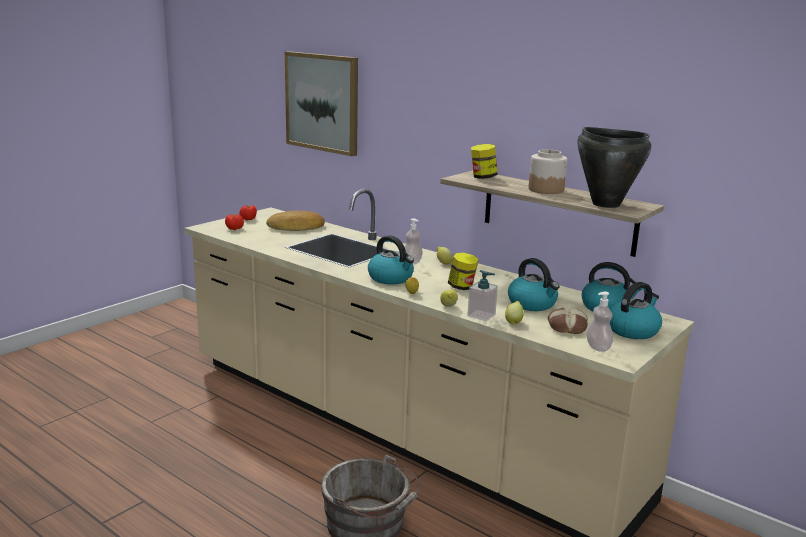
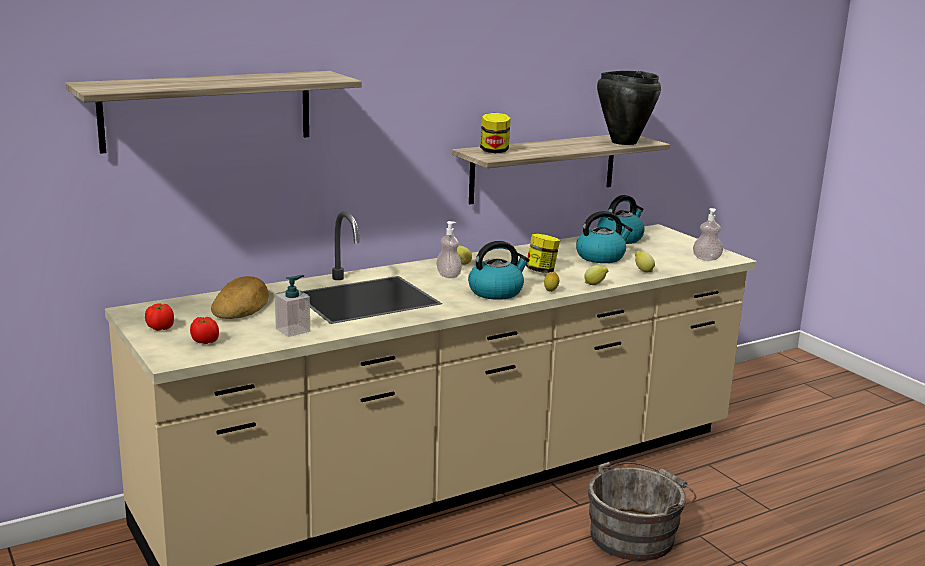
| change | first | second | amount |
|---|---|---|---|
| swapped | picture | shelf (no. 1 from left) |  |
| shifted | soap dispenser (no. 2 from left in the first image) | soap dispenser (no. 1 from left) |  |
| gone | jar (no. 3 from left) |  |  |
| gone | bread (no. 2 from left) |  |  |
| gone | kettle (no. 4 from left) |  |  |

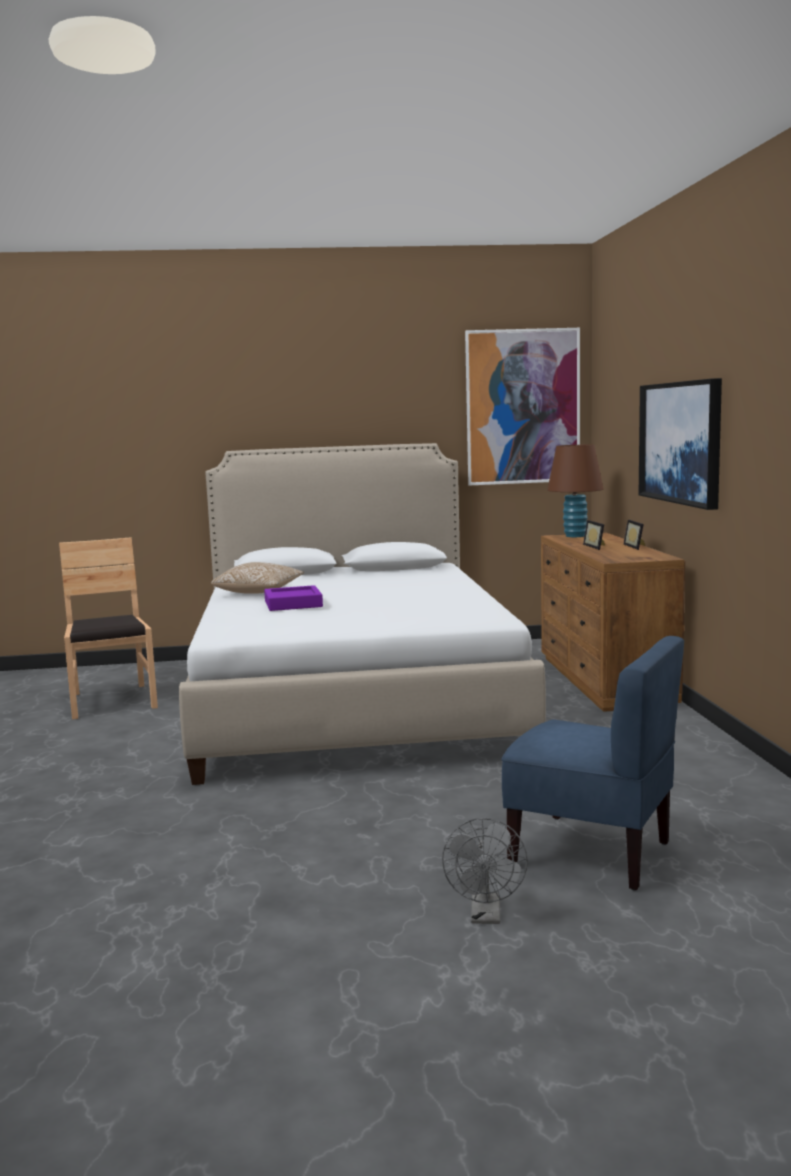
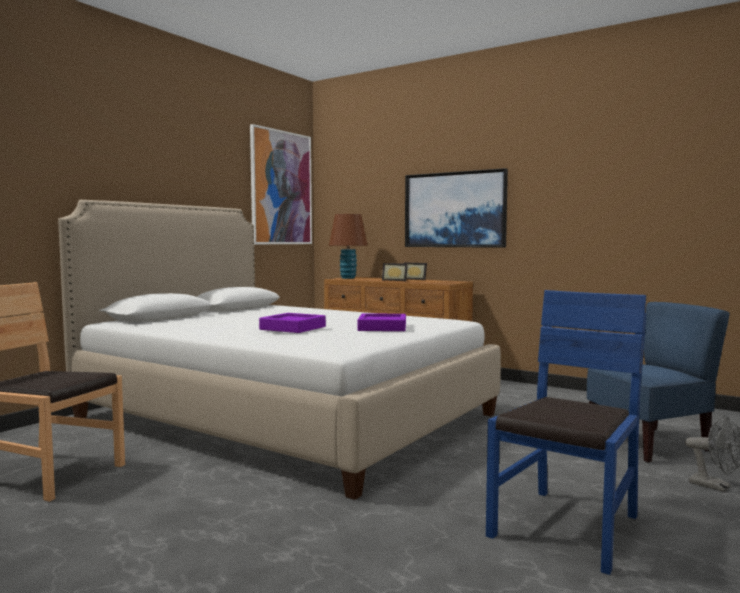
| change | first | second | amount |
|---|---|---|---|
| new |  | purple tray (no. 2 from left) |  |
| new |  | blue chair (no. 1 from left) |  |
| gone | pillow |  |  |

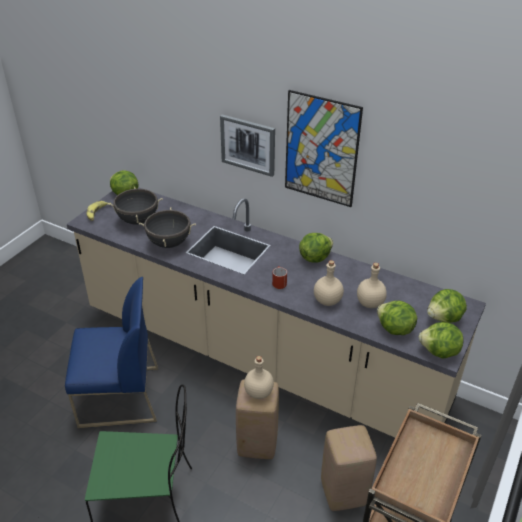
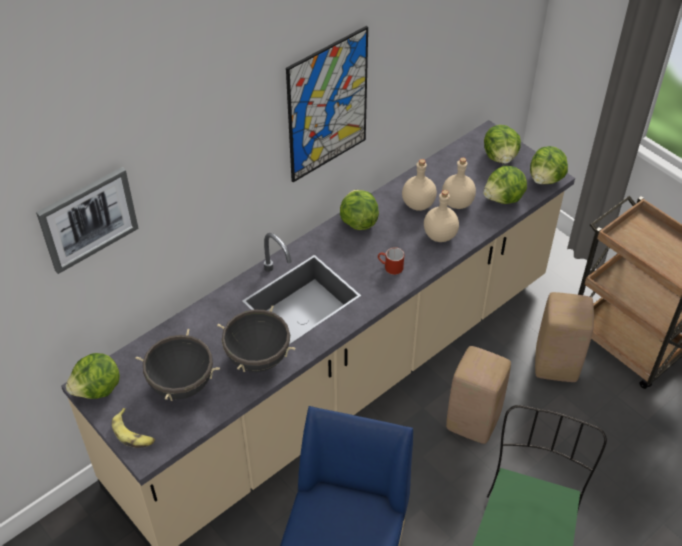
| change | first | second | amount |
|---|---|---|---|
| shifted | picture (no. 1 from left) |  |  |
| shifted | beige bottle (no. 1 from left) |  |  |

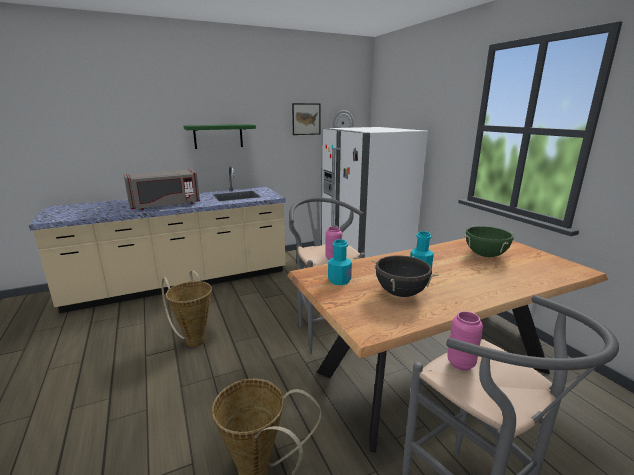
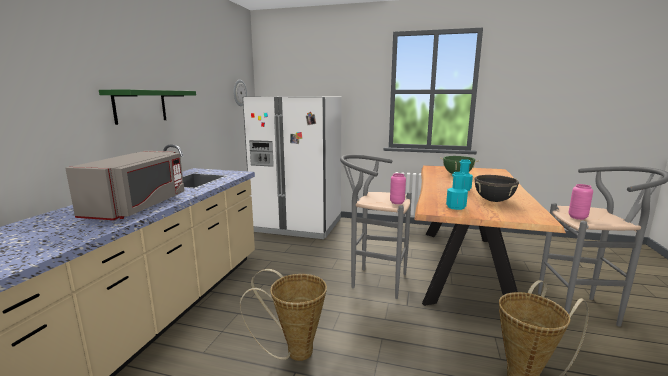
| change | first | second | amount |
|---|---|---|---|
| gone | picture |  |  |

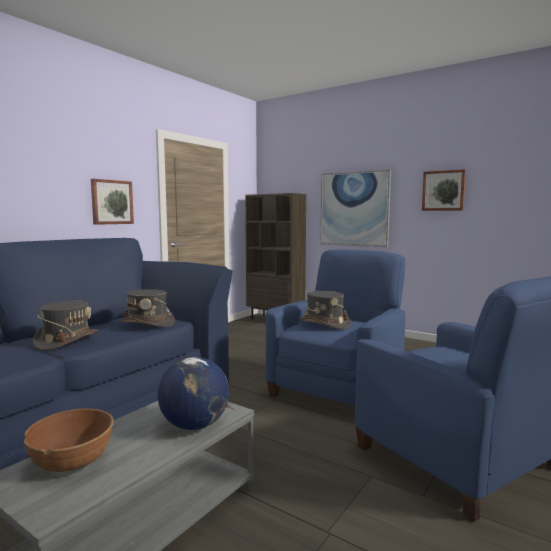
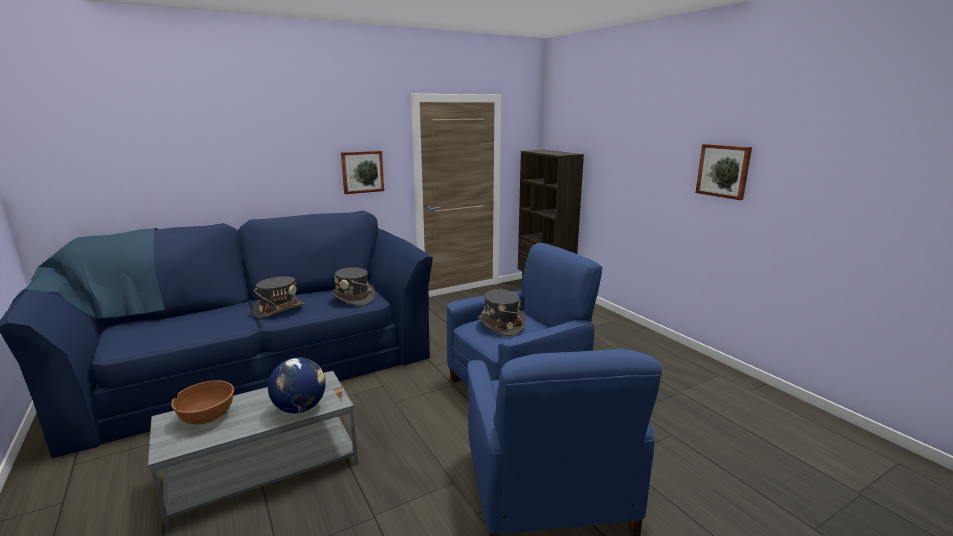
| change | first | second | amount |
|---|---|---|---|
| gone | picture (no. 2 from left) |  |  |

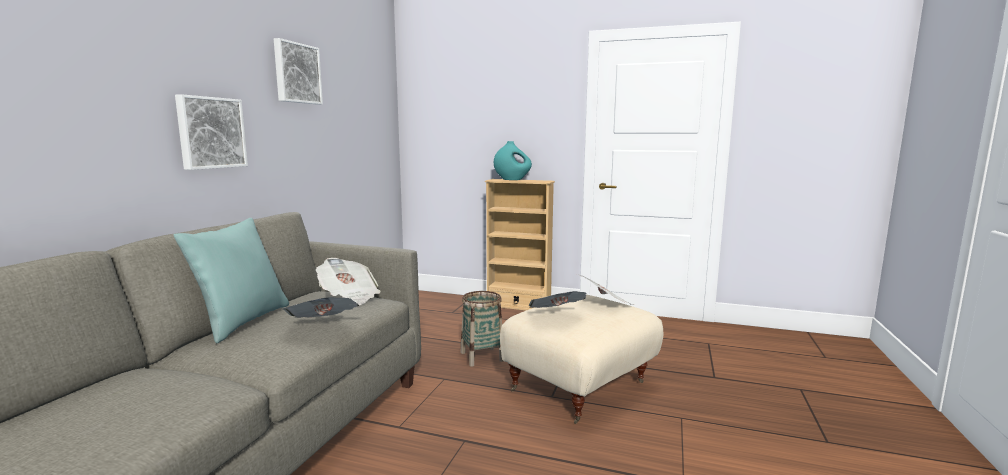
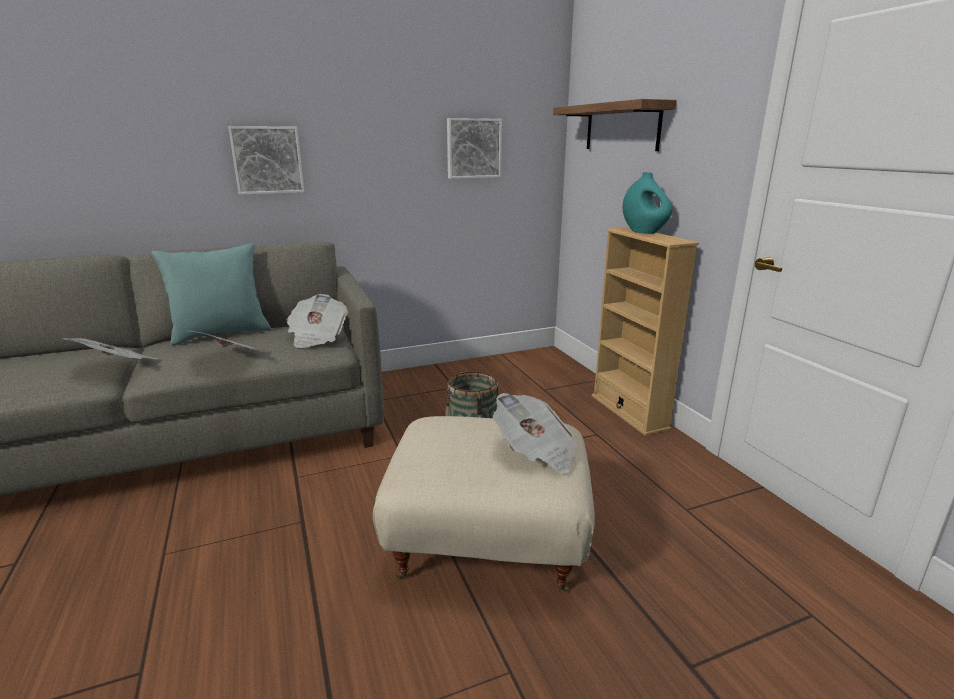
| change | first | second | amount |
|---|---|---|---|
| shifted | newspaper (no. 3 from left in the first image) | newspaper (no. 1 from left) |  |
| shifted | picture (no. 2 from left) |  |  |
| new |  | shelf |  |

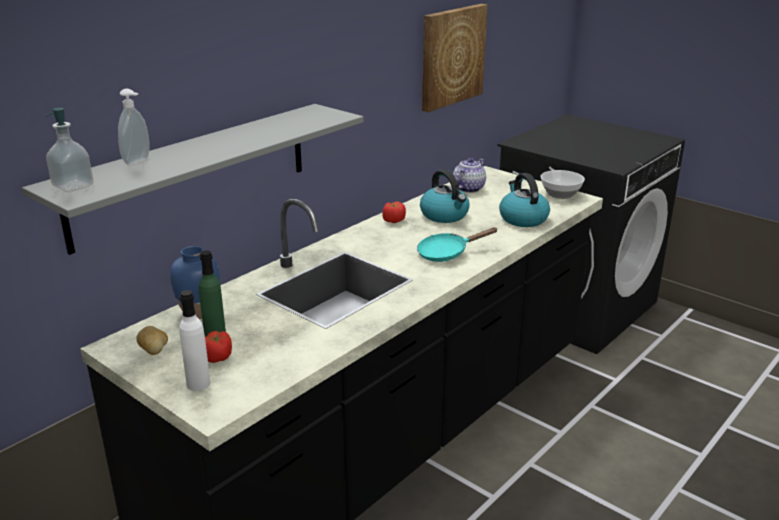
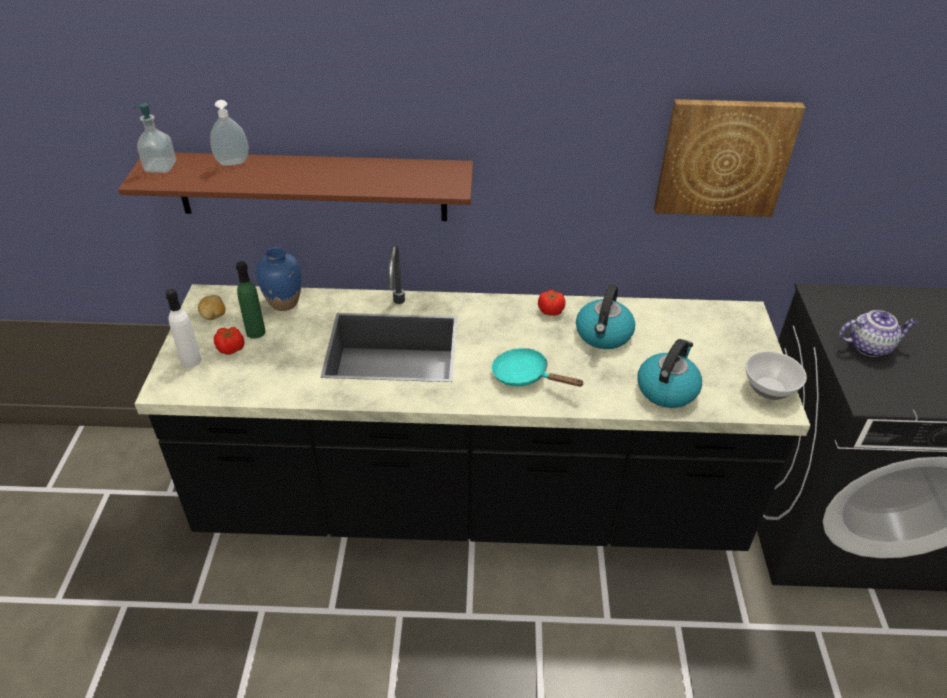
| change | first | second | amount |
|---|---|---|---|
| repainted | grey shelf | brown shelf |  |
| shifted | teapot |  |  |

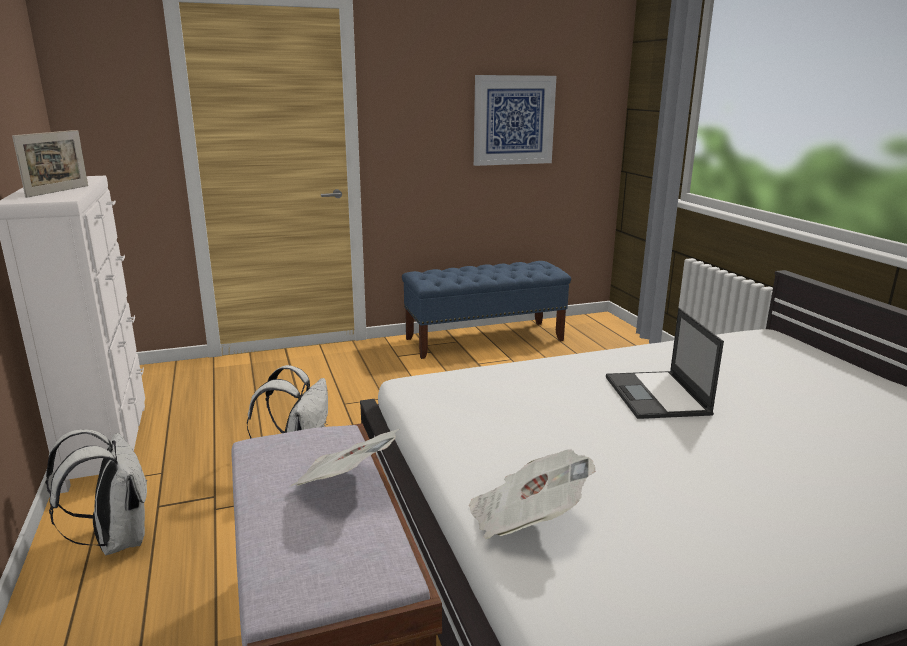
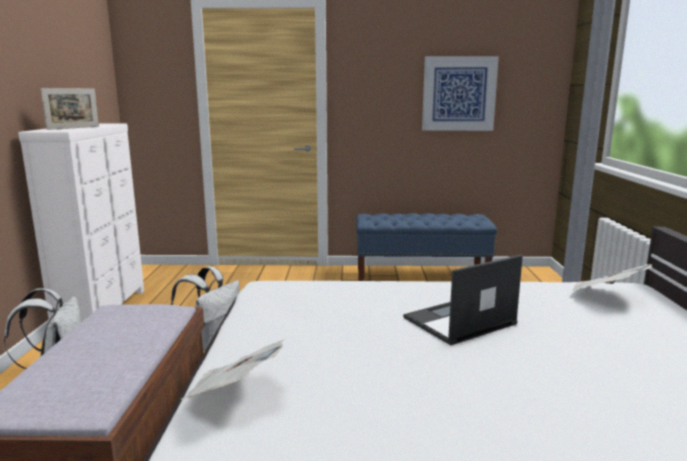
| change | first | second | amount |
|---|---|---|---|
| rotated | laptop |  | 45 degrees clockwise |
| shifted | newspaper (no. 1 from left in the first image) | newspaper (no. 2 from left) |  |

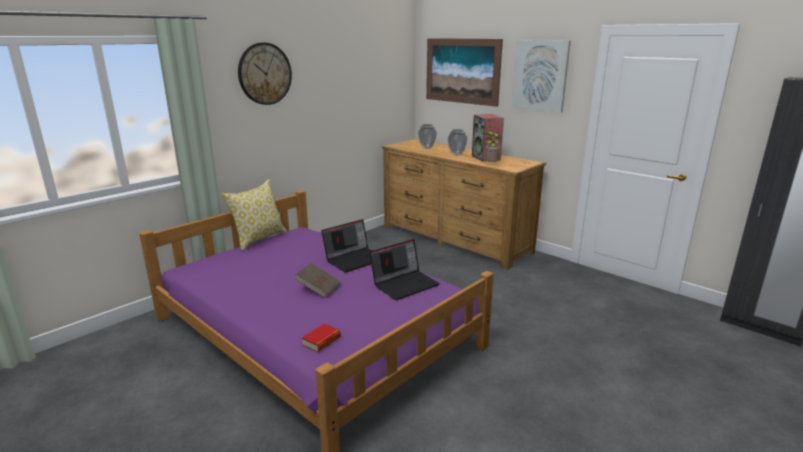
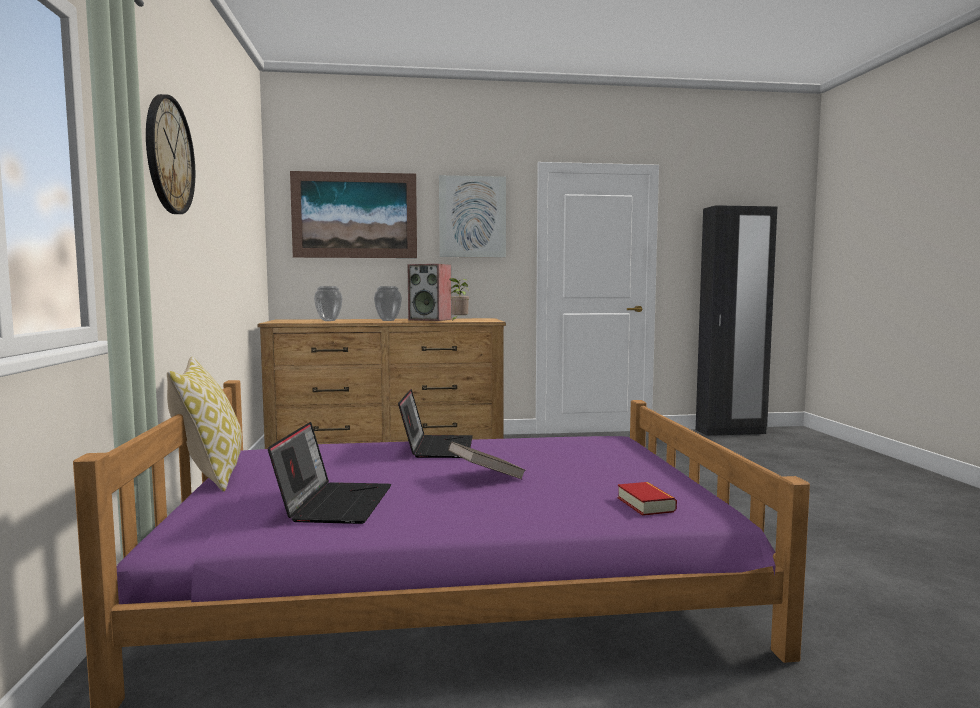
| change | first | second | amount |
|---|---|---|---|
| shifted | laptop (no. 2 from left in the first image) | laptop (no. 1 from left) |  |

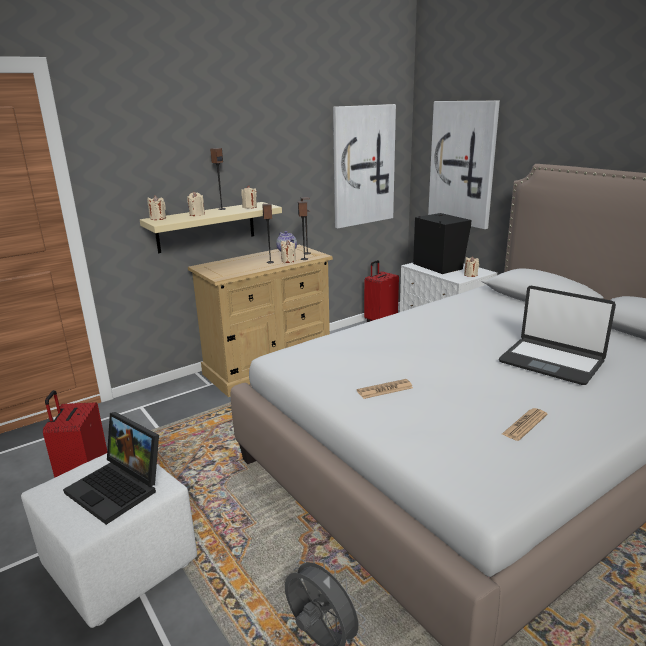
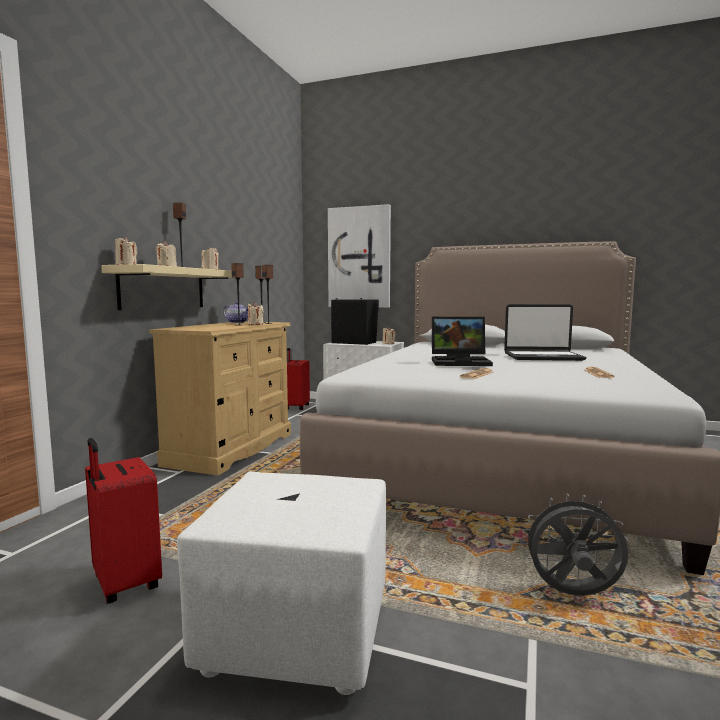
| change | first | second | amount |
|---|---|---|---|
| shifted | laptop (no. 1 from left) |  |  |
| gone | picture (no. 1 from left) |  |  |

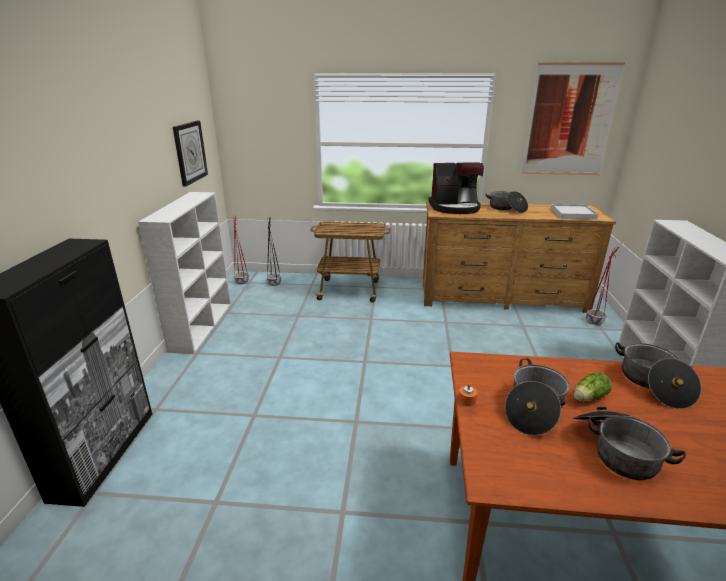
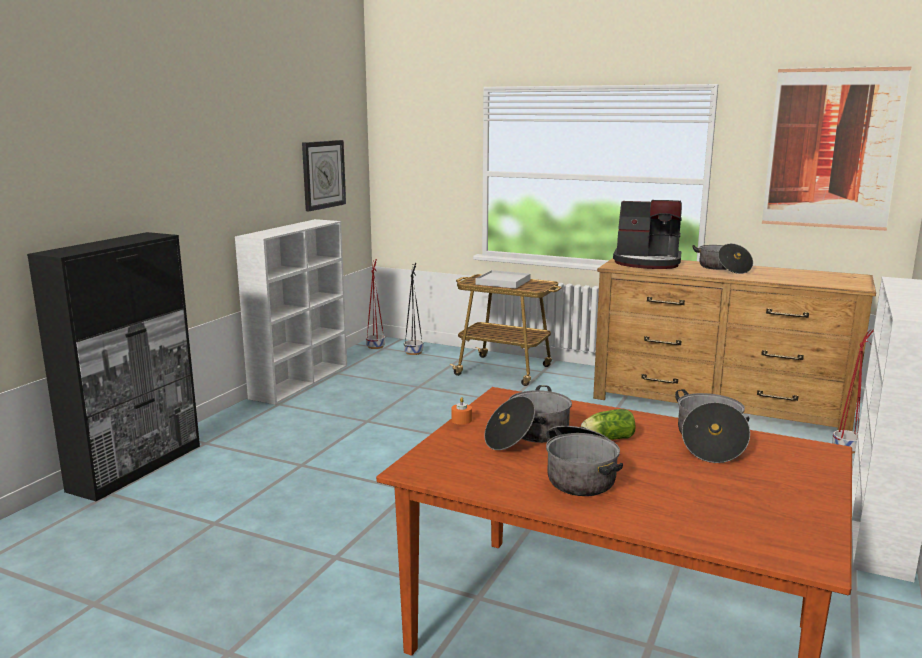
| change | first | second | amount |
|---|---|---|---|
| shifted | white tray |  |  |

